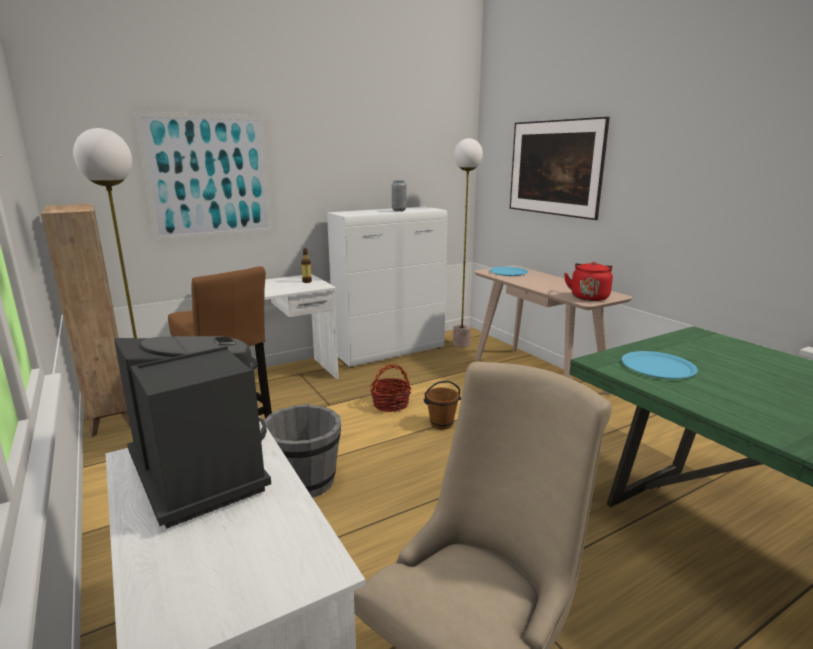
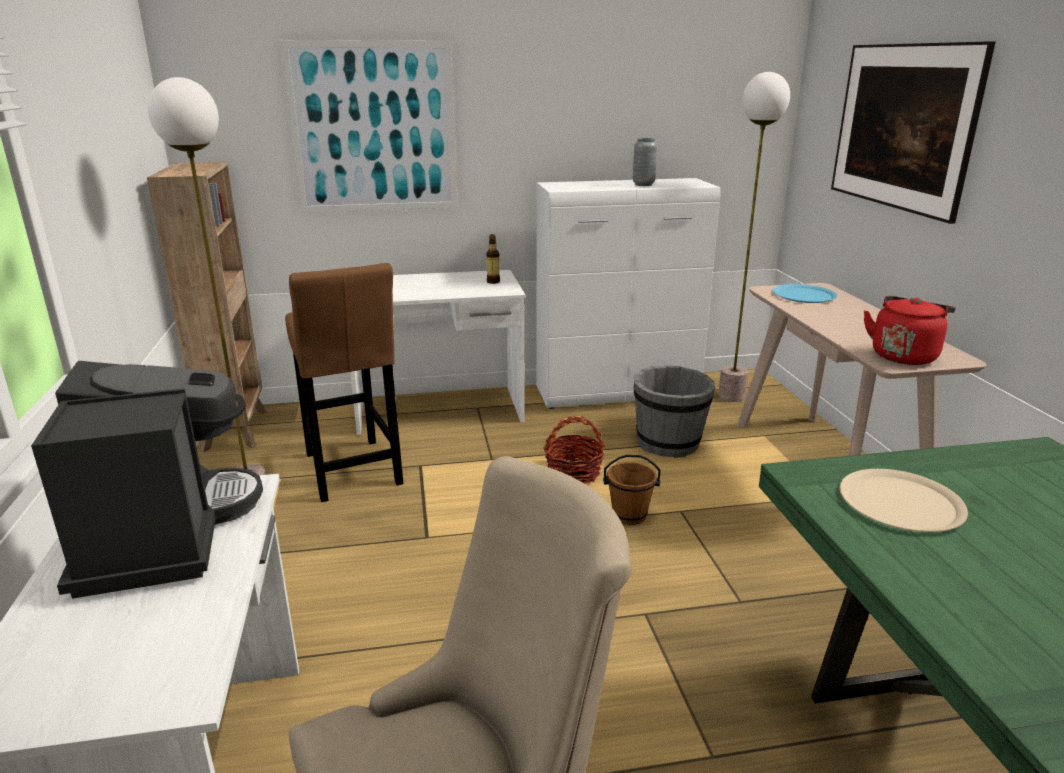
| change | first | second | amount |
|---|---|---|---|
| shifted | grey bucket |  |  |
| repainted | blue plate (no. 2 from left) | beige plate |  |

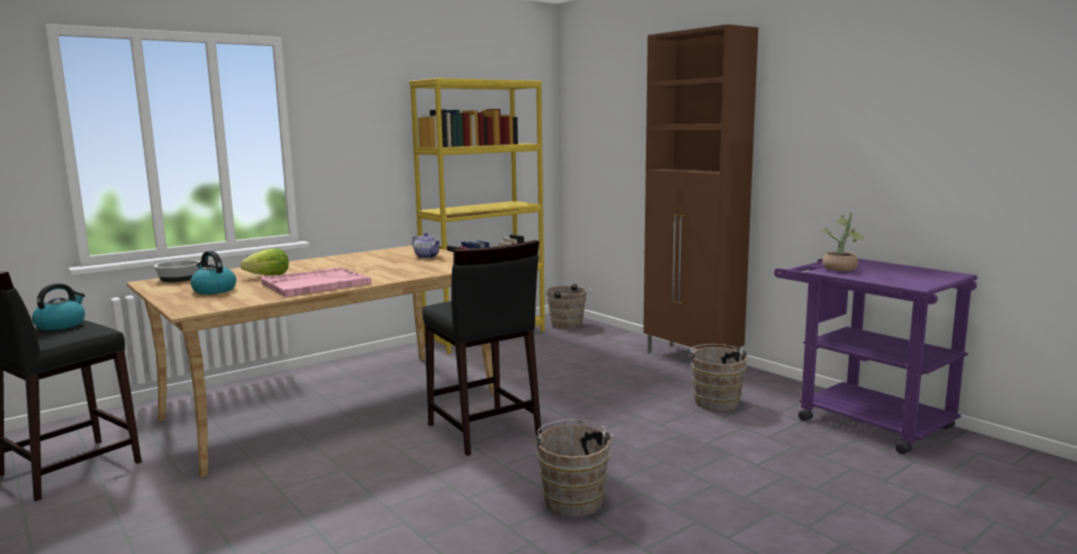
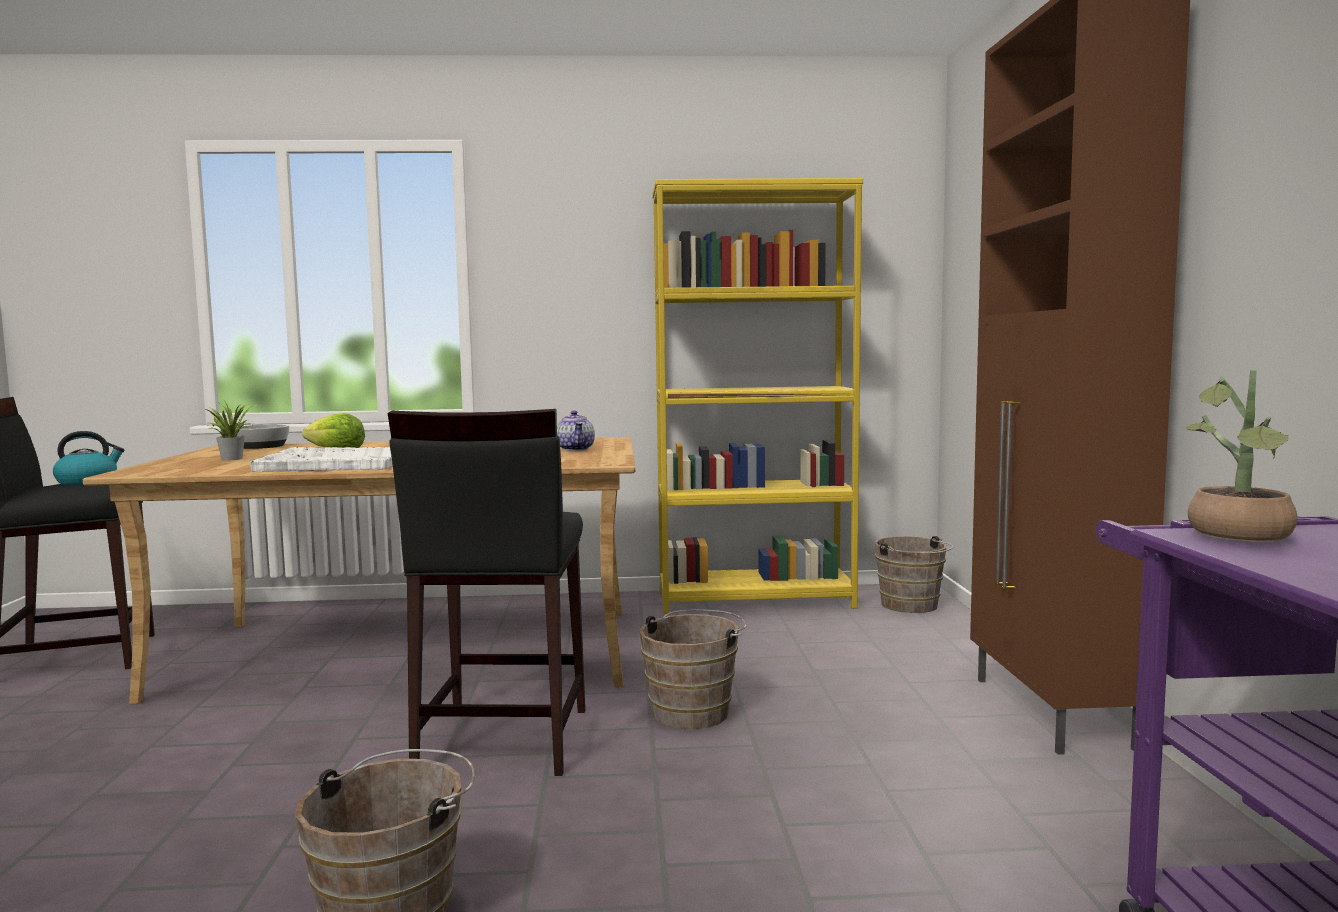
| change | first | second | amount |
|---|---|---|---|
| swapped | kettle (no. 2 from left) | potted plant (no. 1 from left) |  |
| repainted | pink tray | white tray |  |
| shifted | brown bucket (no. 3 from left in the first image) | brown bucket (no. 2 from left) |  |

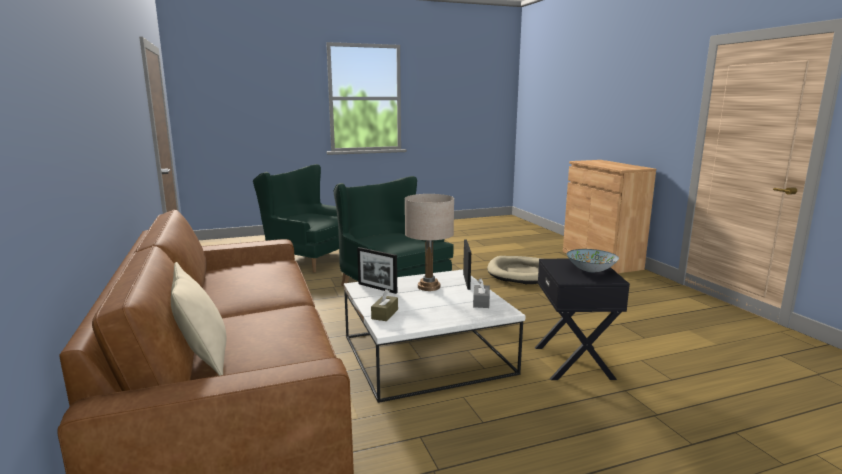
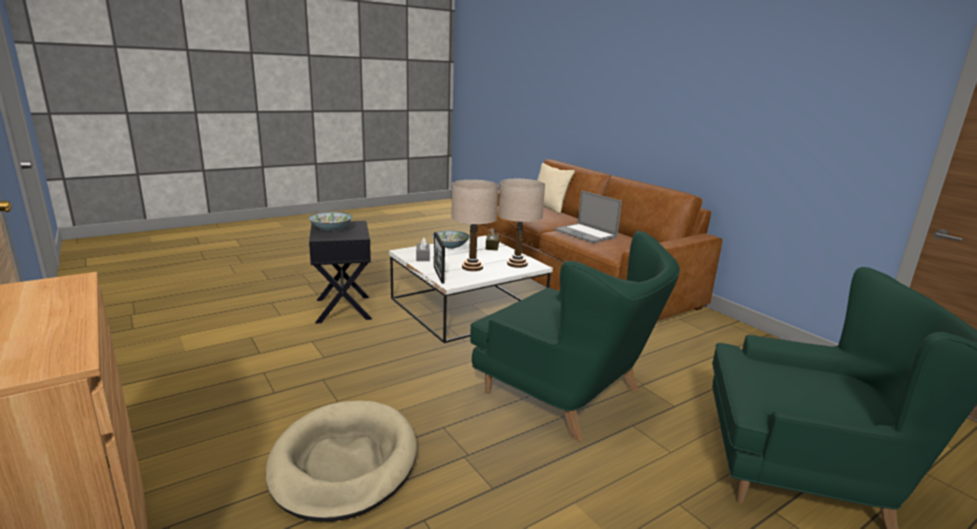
| change | first | second | amount |
|---|---|---|---|
| new |  | bowl (no. 2 from left) |  |
| swapped | picture frame (no. 1 from left) | beige table lamp (no. 2 from left) |  |
| new |  | laptop |  |

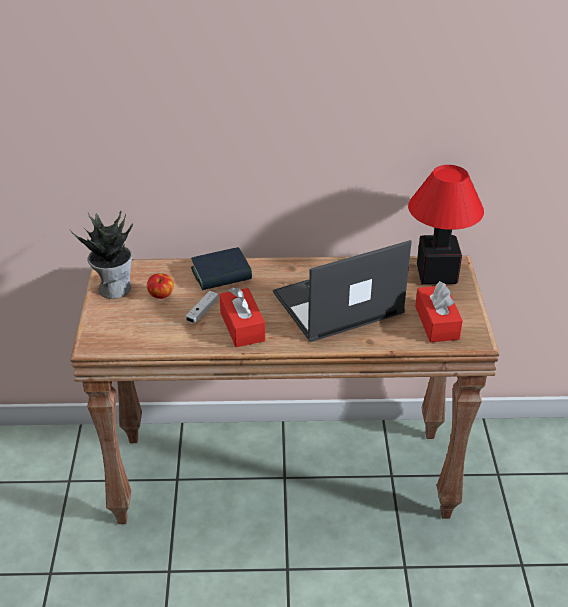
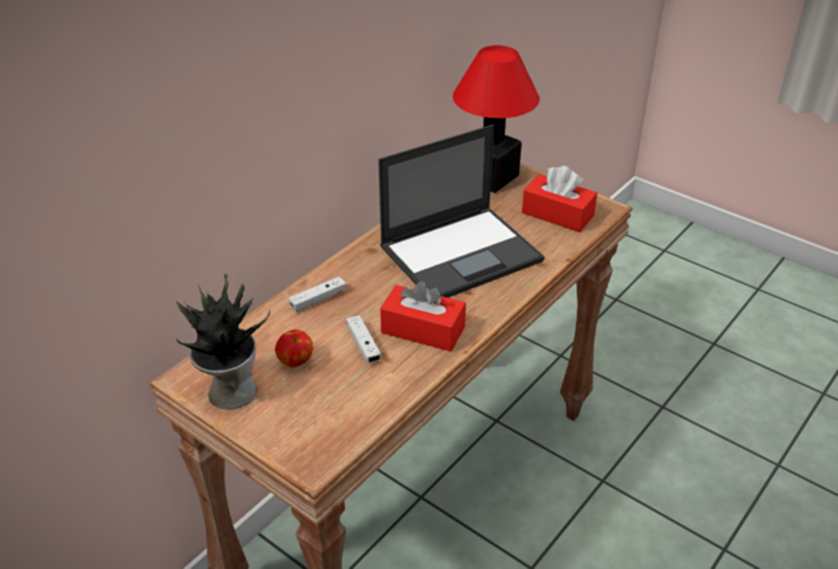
| change | first | second | amount |
|---|---|---|---|
| swapped | book | white game controller (no. 1 from left) |  |
| rotated | laptop |  | 135 degrees counterclockwise |

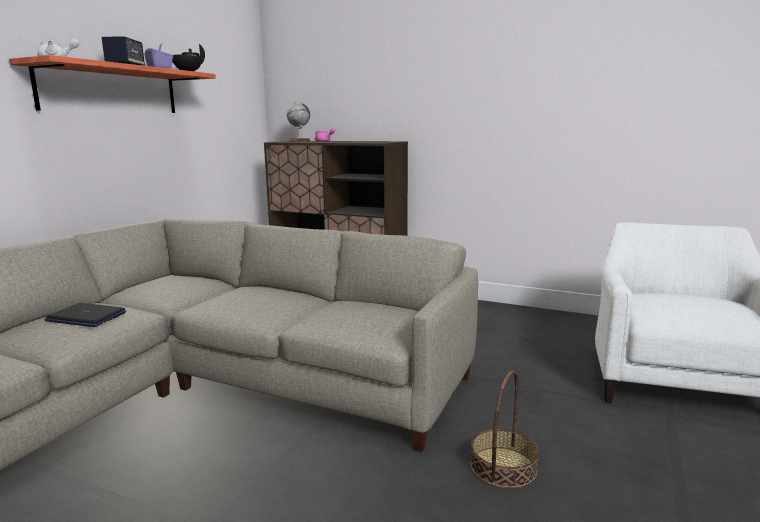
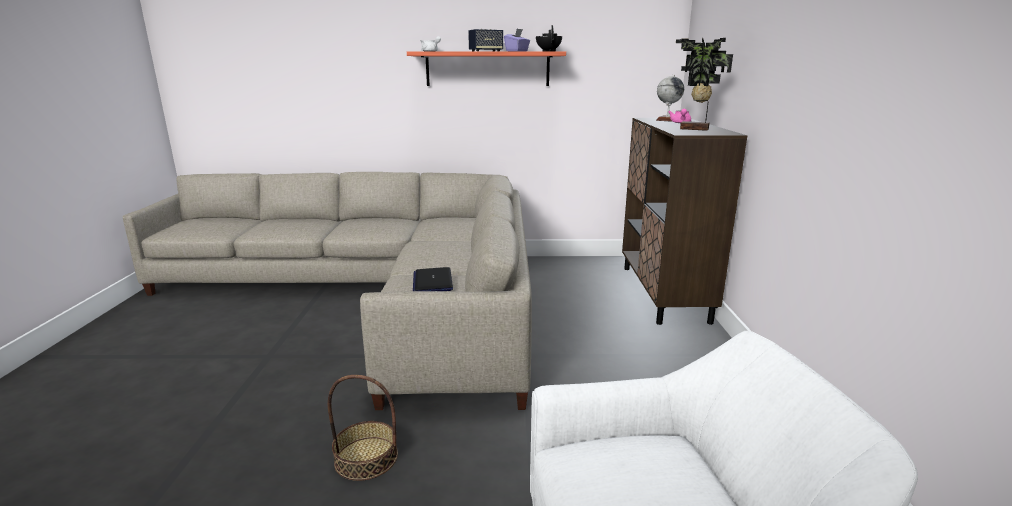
| change | first | second | amount |
|---|---|---|---|
| shifted | laptop |  |  |
| new |  | potted plant |  |

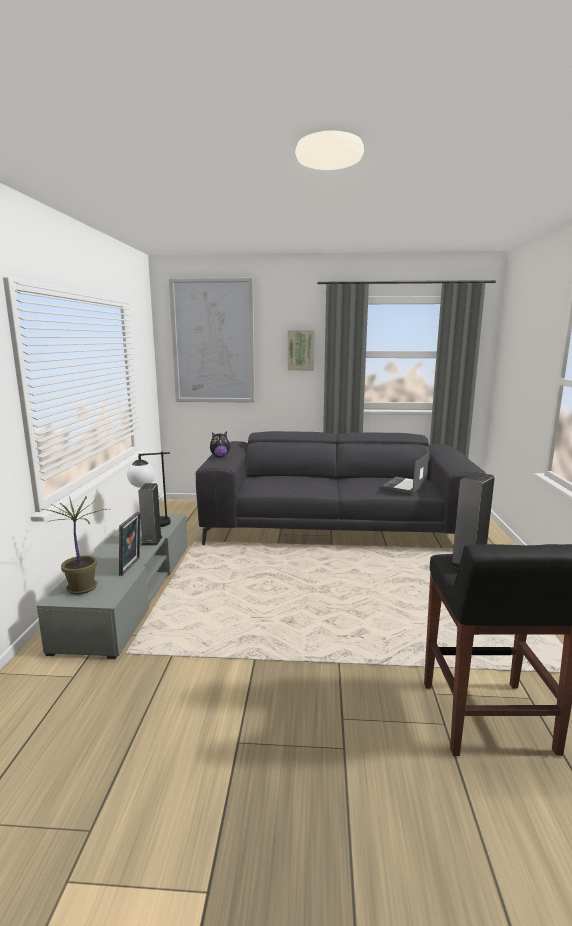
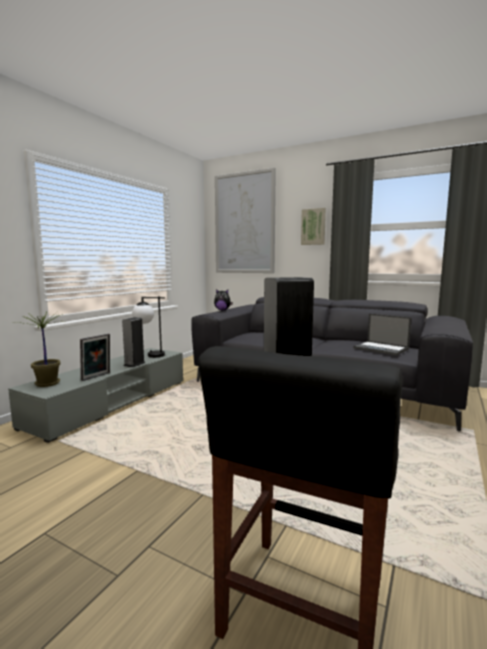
| change | first | second | amount |
|---|---|---|---|
| rotated | laptop |  | 105 degrees counterclockwise |

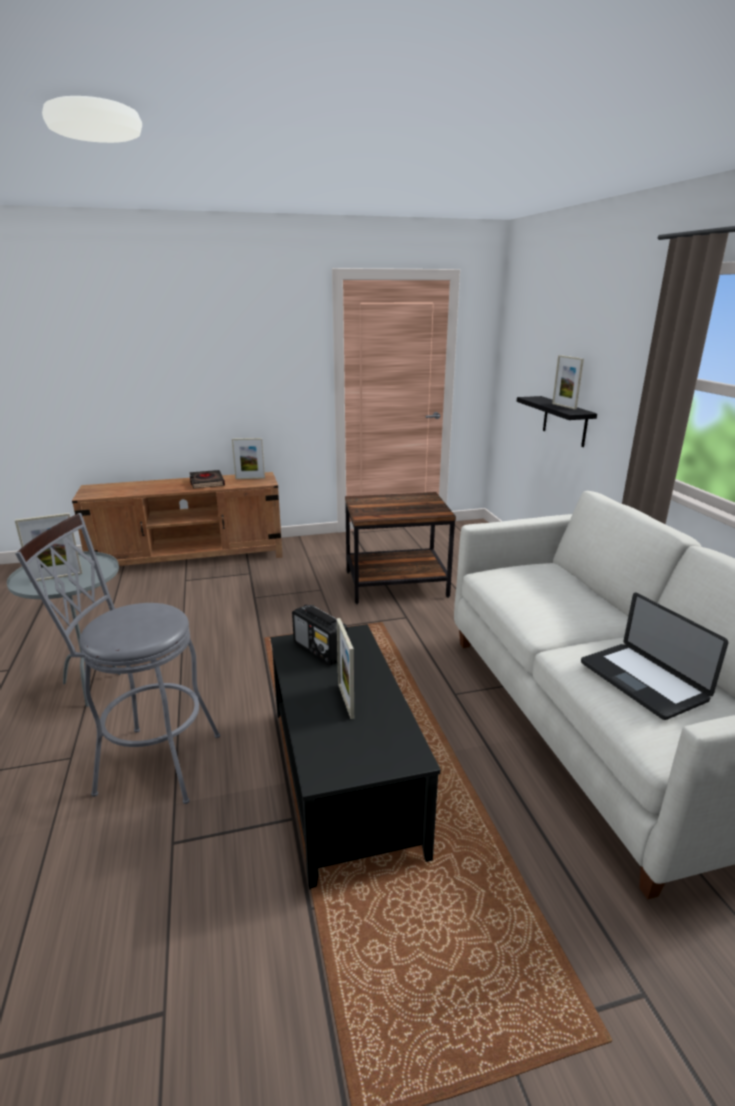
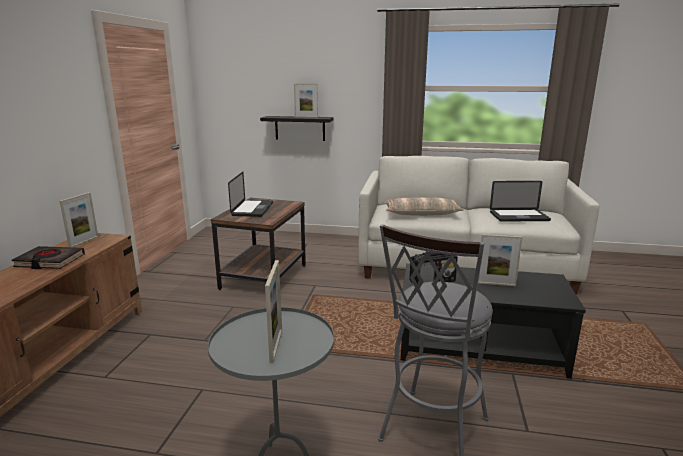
| change | first | second | amount |
|---|---|---|---|
| new |  | laptop (no. 1 from left) |  |
| new |  | pillow |  |

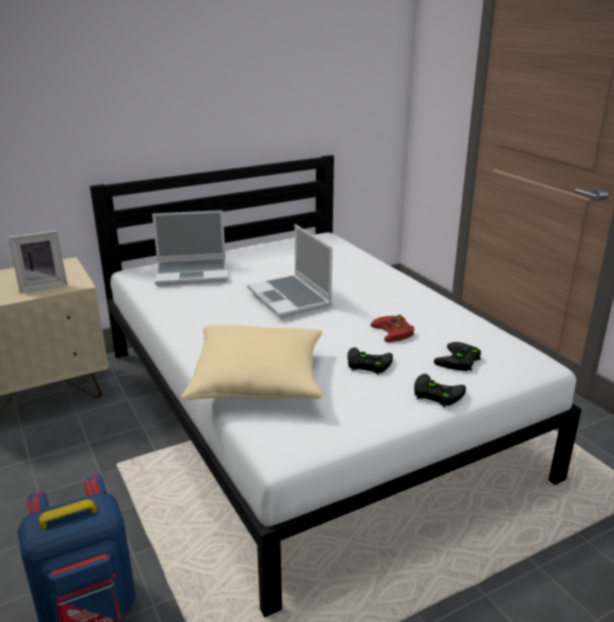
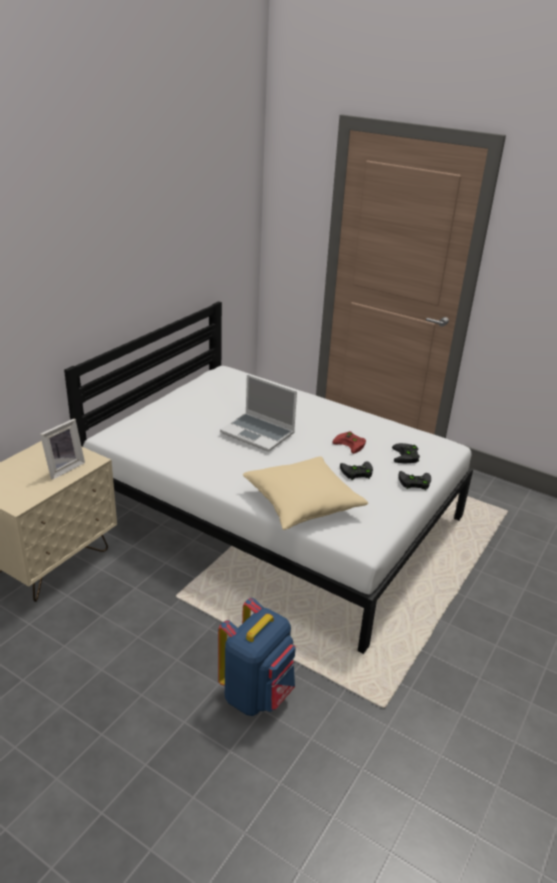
| change | first | second | amount |
|---|---|---|---|
| gone | laptop (no. 1 from left) |  |  |

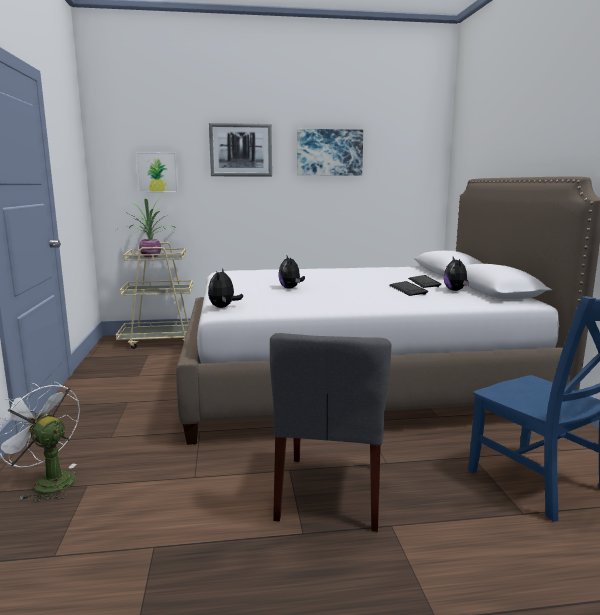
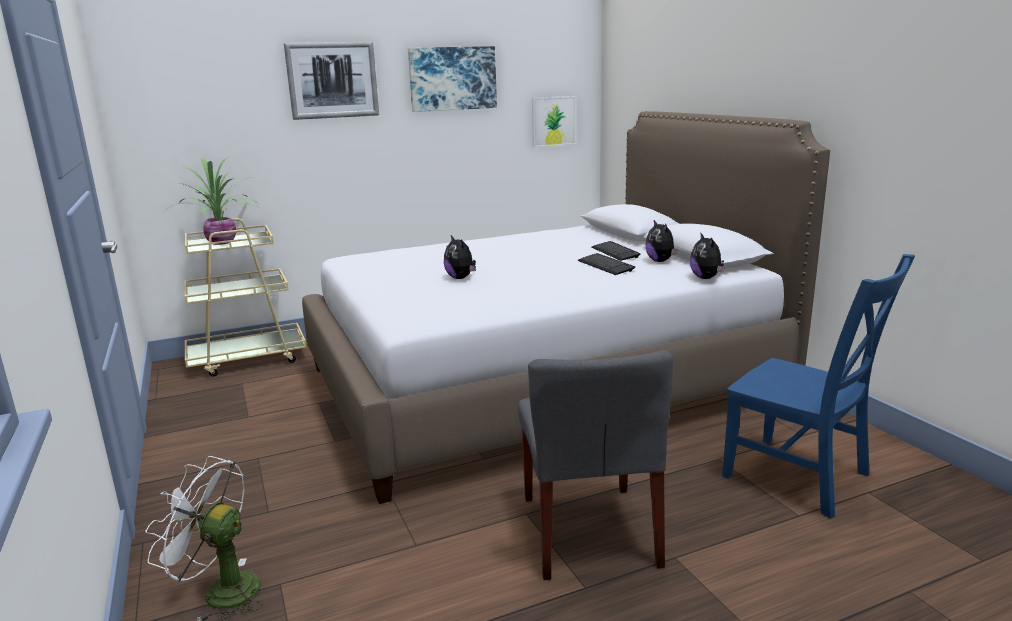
| change | first | second | amount |
|---|---|---|---|
| shifted | picture (no. 1 from left in the first image) | picture (no. 3 from left) |  |
| shifted | plush toy (no. 1 from left in the first image) | plush toy (no. 3 from left) |  |

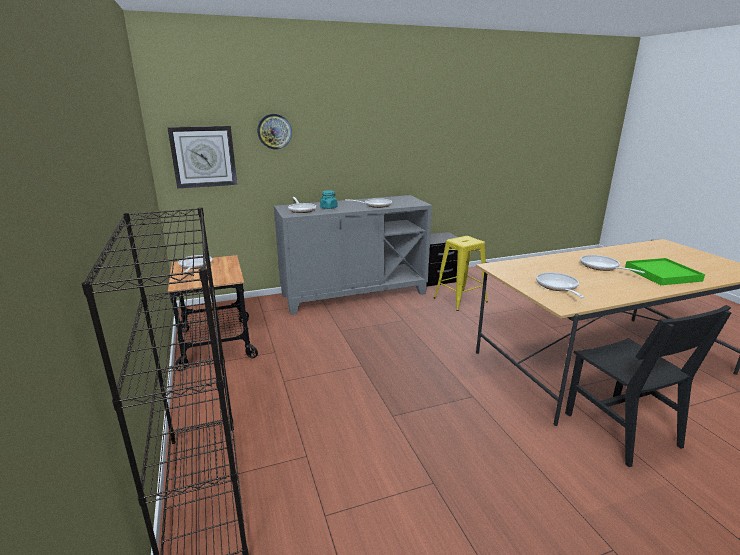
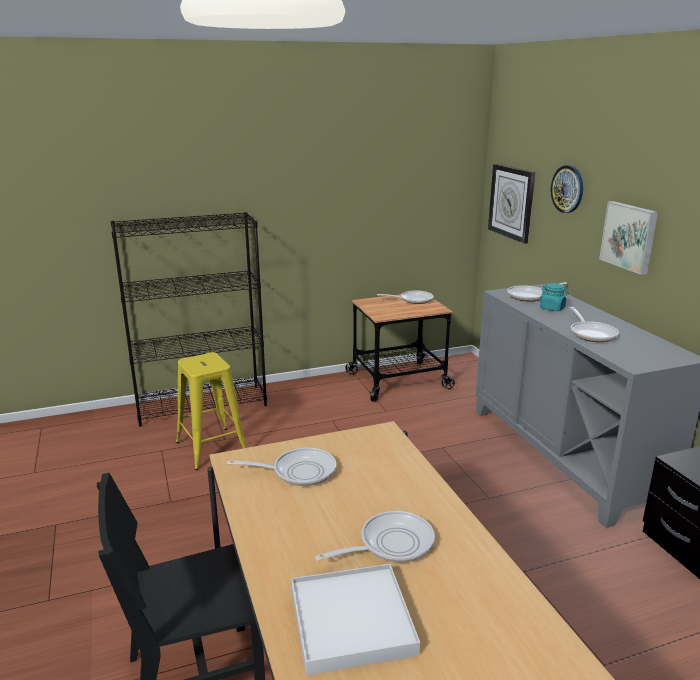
| change | first | second | amount |
|---|---|---|---|
| shifted | yellow stool |  |  |
| repainted | green tray | white tray |  |
| new |  | picture |  |

